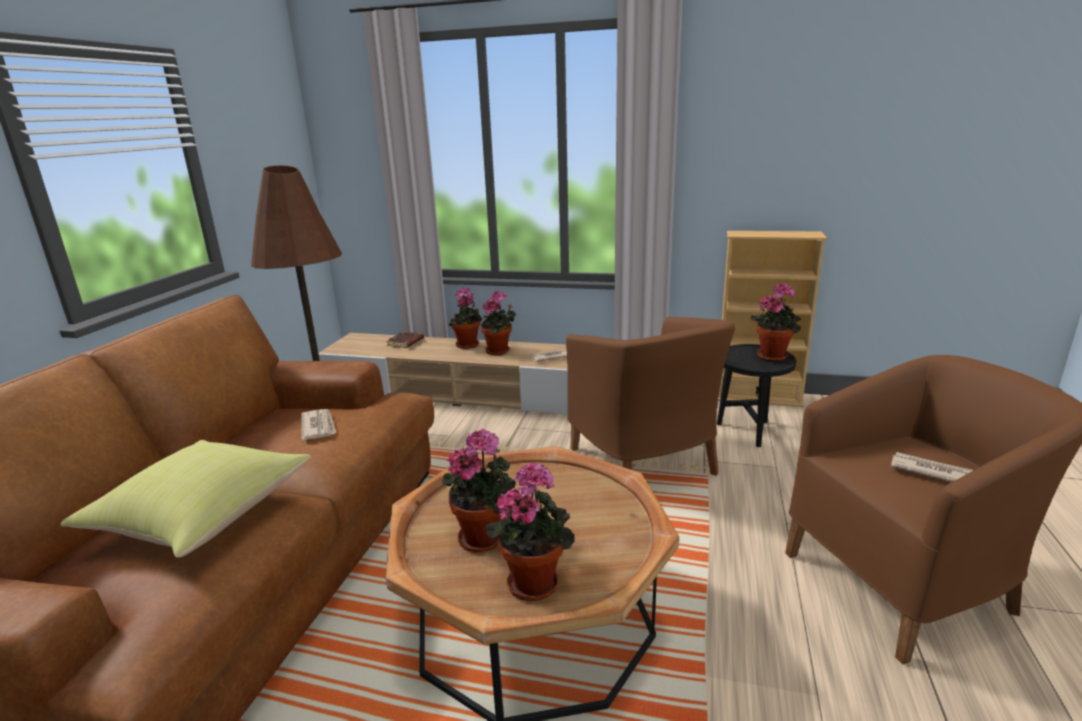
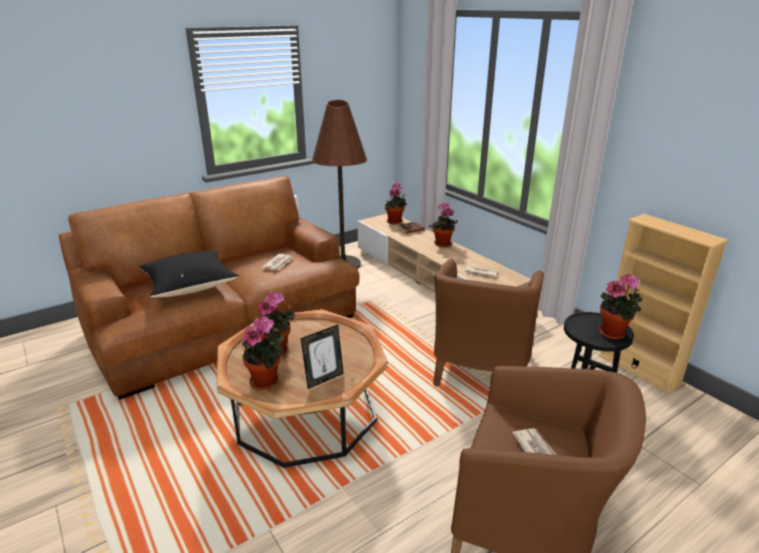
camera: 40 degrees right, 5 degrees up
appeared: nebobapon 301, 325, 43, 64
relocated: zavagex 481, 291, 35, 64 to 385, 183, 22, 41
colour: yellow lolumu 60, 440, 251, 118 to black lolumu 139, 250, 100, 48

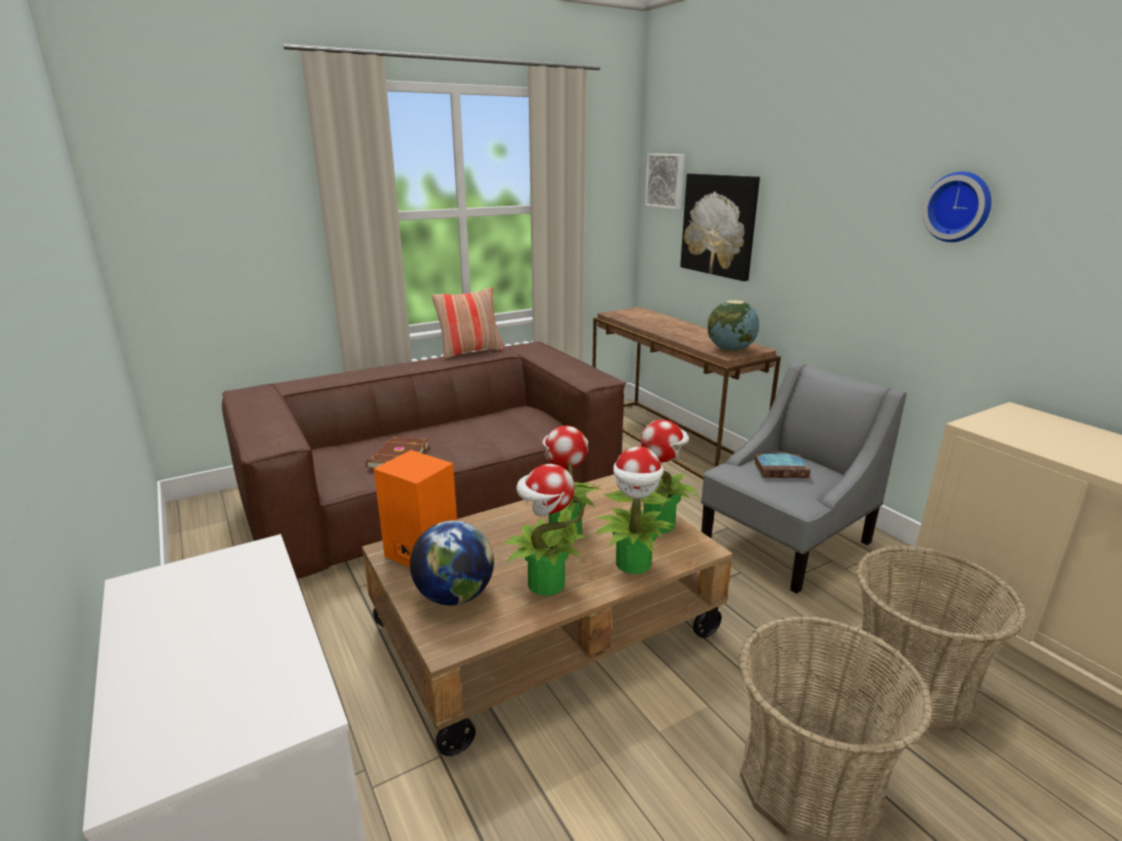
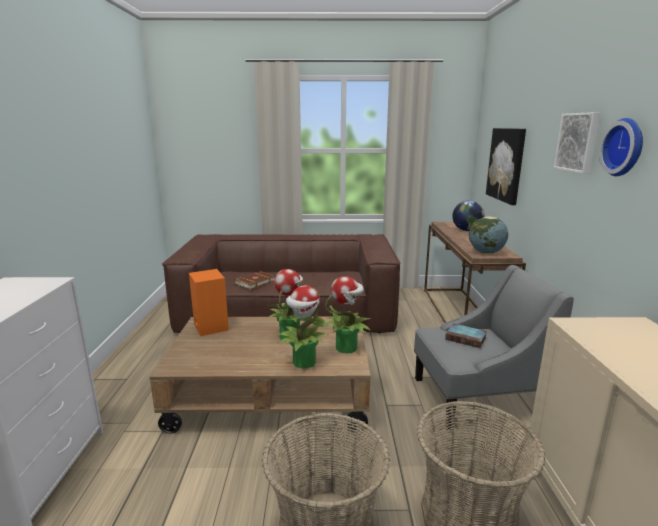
camera: 30 degrees right, 5 degrees down
missing: lolumu 432, 287, 72, 72; zavagex 502, 464, 84, 132
relocated: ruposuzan 410, 521, 84, 84 to 452, 200, 32, 31; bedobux 645, 154, 40, 55 to 554, 112, 47, 62

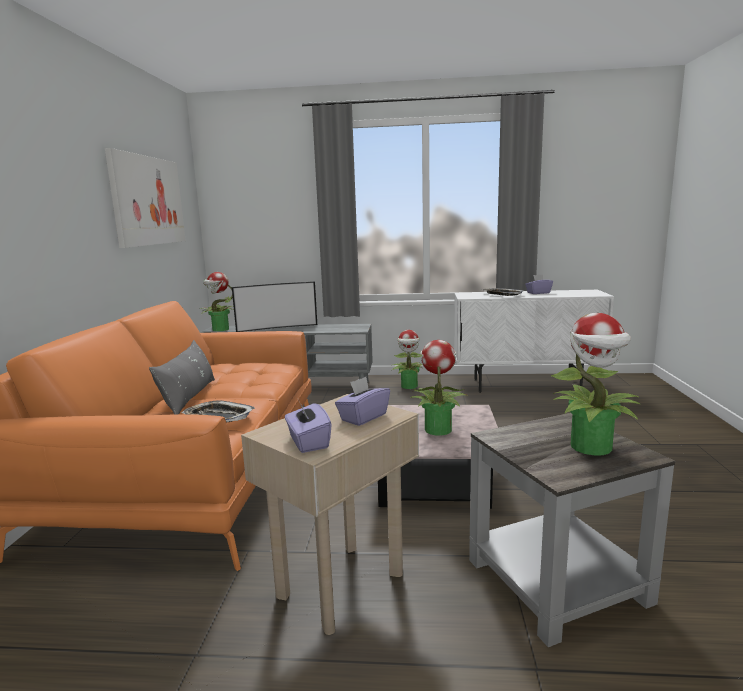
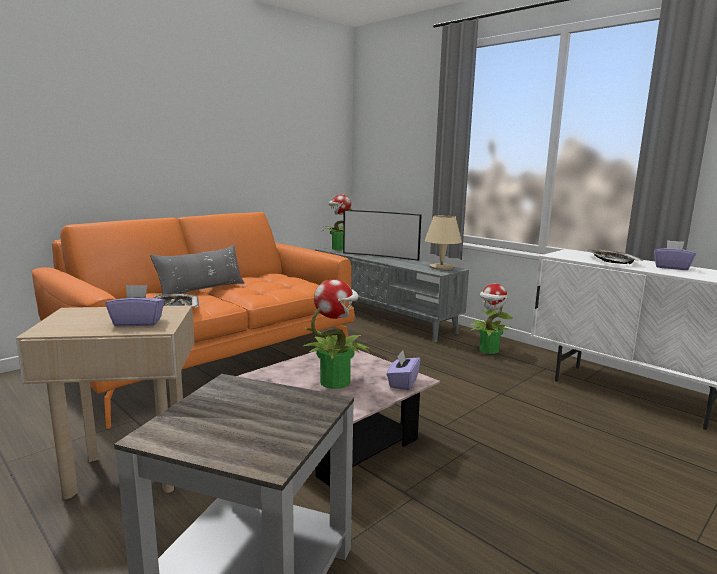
camera: 40 degrees right, 0 degrees up
missing: bedobux 105, 148, 81, 100; zavagex 551, 313, 90, 143
appeared: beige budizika 425, 215, 37, 55
relocated: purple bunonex 285, 403, 47, 50 to 386, 351, 34, 39

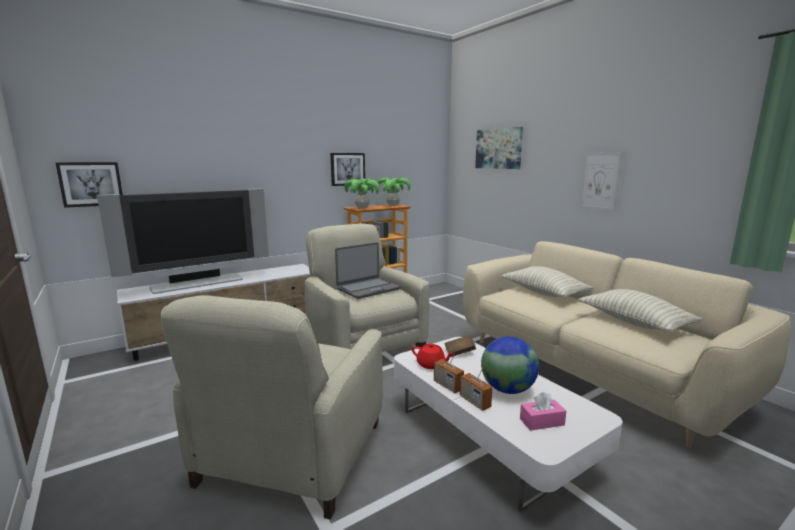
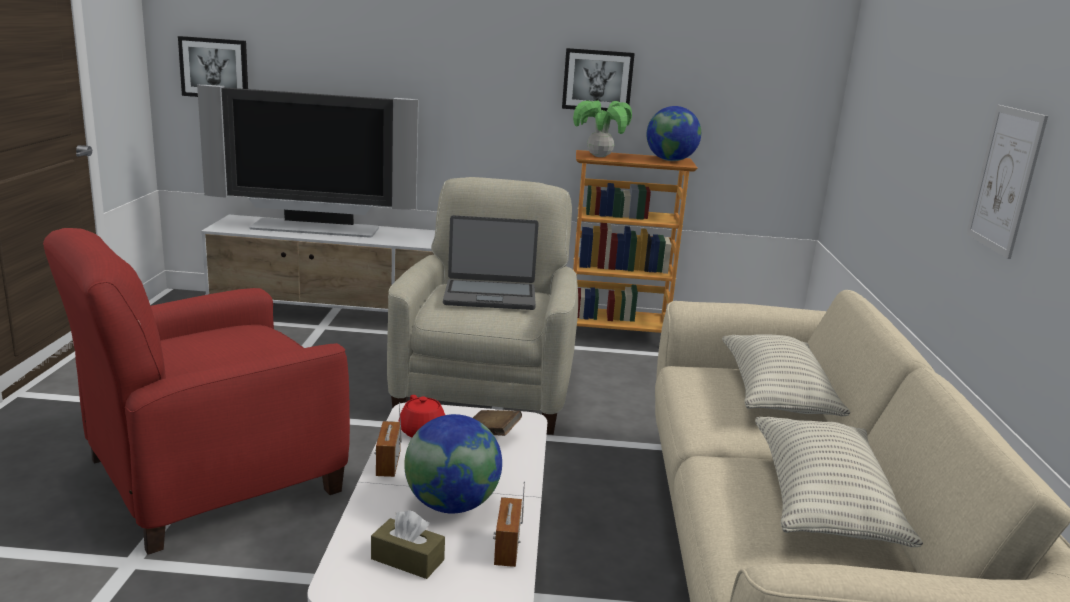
camera: 35 degrees right, 5 degrees up
missing: bedobux 475, 127, 48, 42
relocated: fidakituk 460, 359, 32, 52 to 493, 481, 32, 86
exchanged: zavagex 377, 178, 34, 28 to ruposuzan 646, 106, 55, 55
colour: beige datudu 161, 295, 222, 224 to red datudu 43, 228, 307, 327; pink bunonex 520, 392, 46, 39 to brown bunonex 371, 510, 74, 69

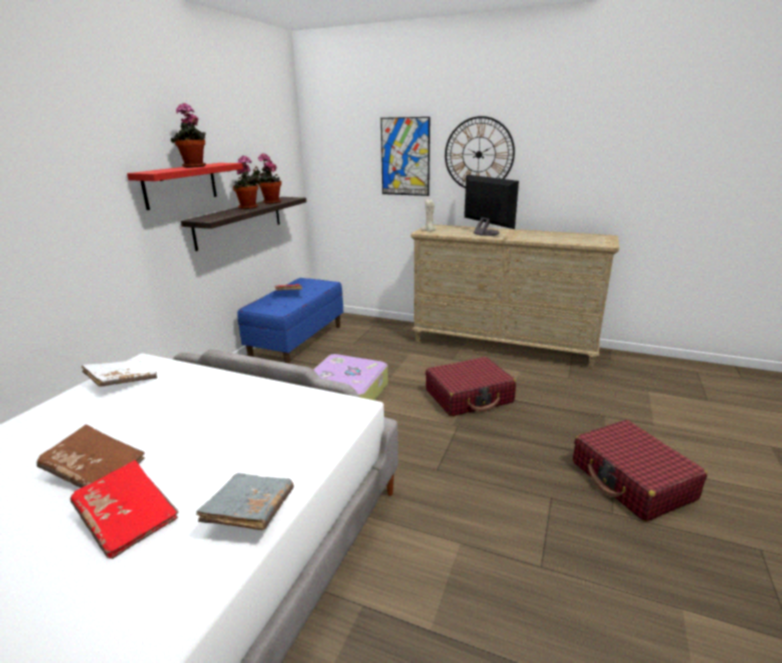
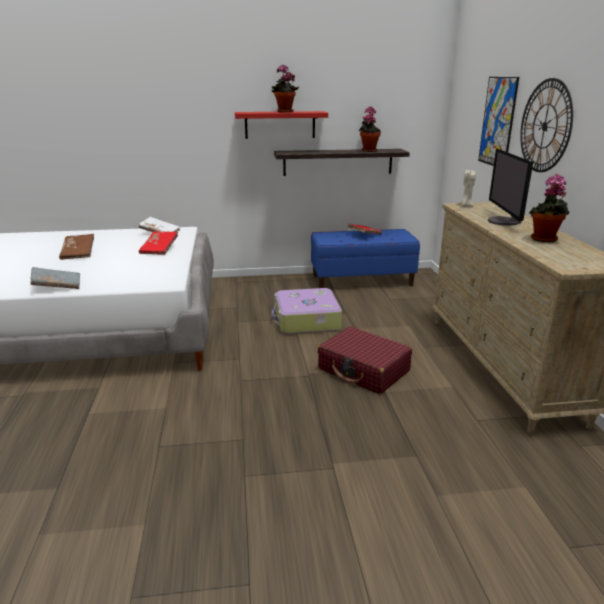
camera: 60 degrees right, 0 degrees up
missing: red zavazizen 573, 420, 134, 102
relocated: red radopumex 70, 460, 108, 99 to 139, 231, 39, 24; zavagex 233, 156, 27, 53 to 529, 174, 41, 68
spun: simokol 464, 175, 55, 61 = 488, 148, 45, 78 150 degrees clockwise

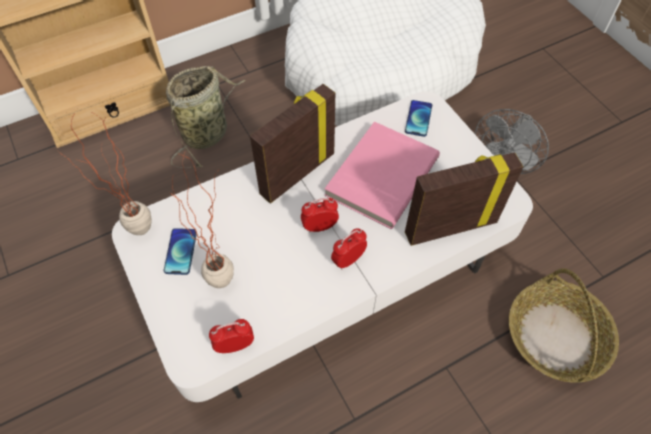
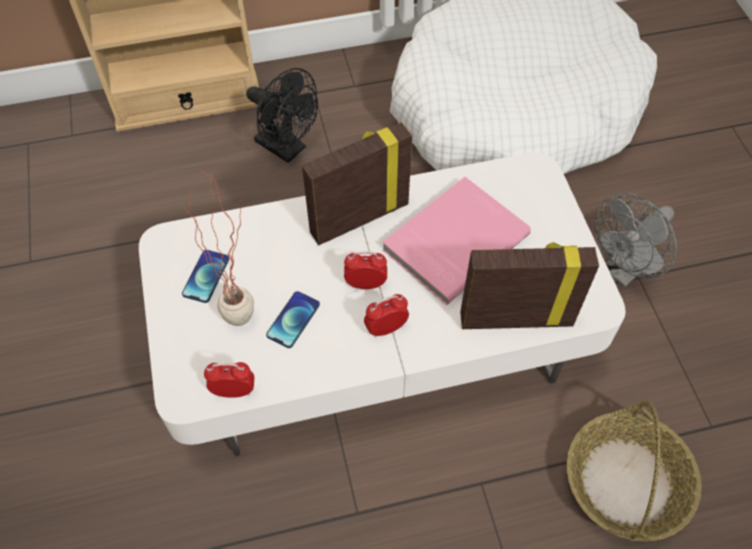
camera: 15 degrees right, 0 degrees up
missing: zavagex 58, 114, 94, 121
relocated: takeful 405, 100, 27, 37 to 266, 291, 54, 57
exchanged: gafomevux 166, 66, 80, 102 to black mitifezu 246, 68, 72, 95

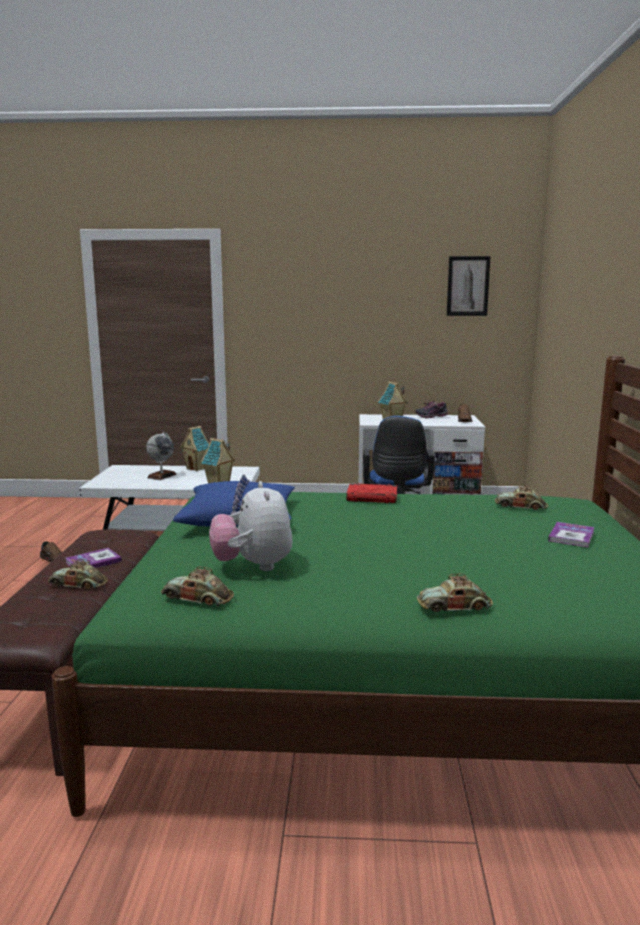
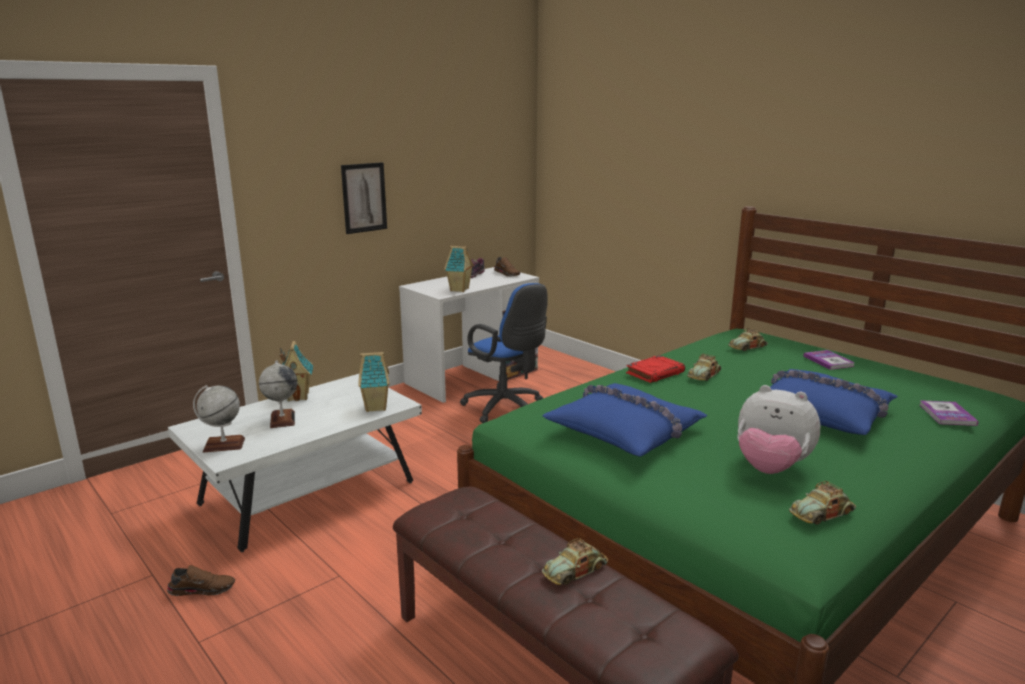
camera: 45 degrees left, 5 degrees up
appeared: ruposuzan 193, 385, 52, 68; blue lolumu 746, 369, 152, 66
relocated: radopumex 65, 548, 57, 20 to 920, 400, 59, 26; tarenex 417, 574, 76, 38 to 687, 354, 35, 27; bedobux 447, 256, 44, 60 to 341, 162, 46, 72

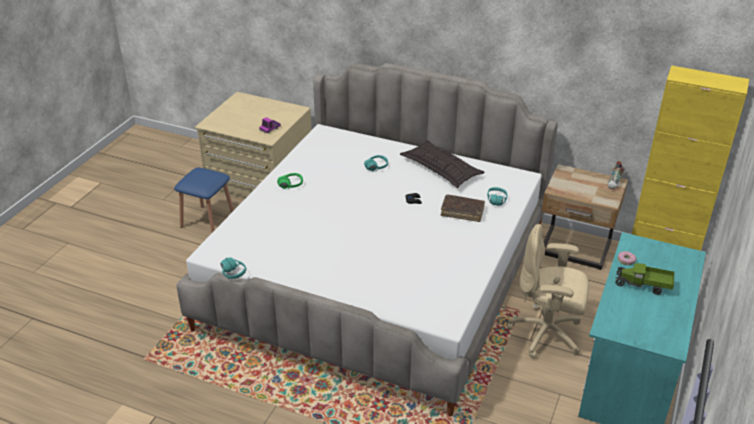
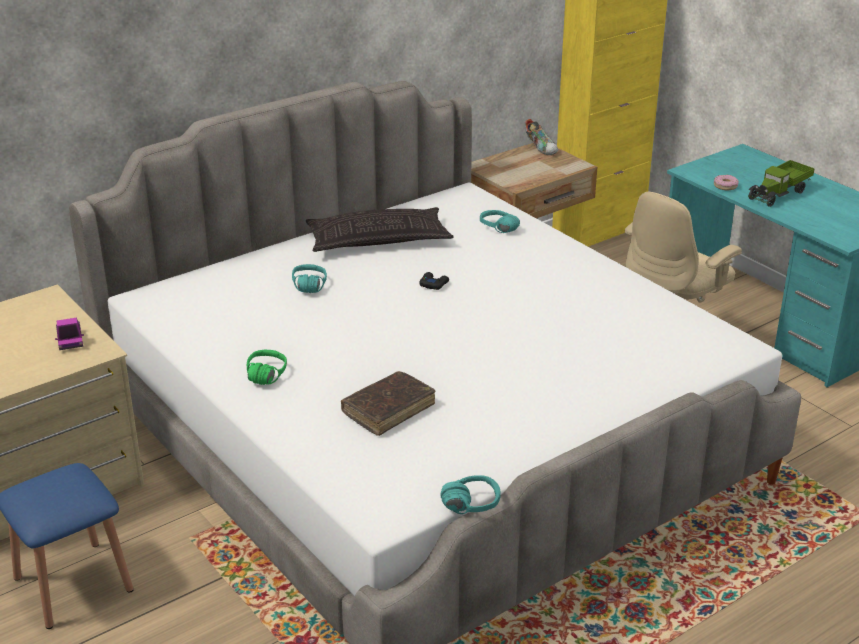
camera: 60 degrees left, 5 degrees down
relocated: brown radopumex 441, 194, 44, 28 to 341, 371, 95, 65

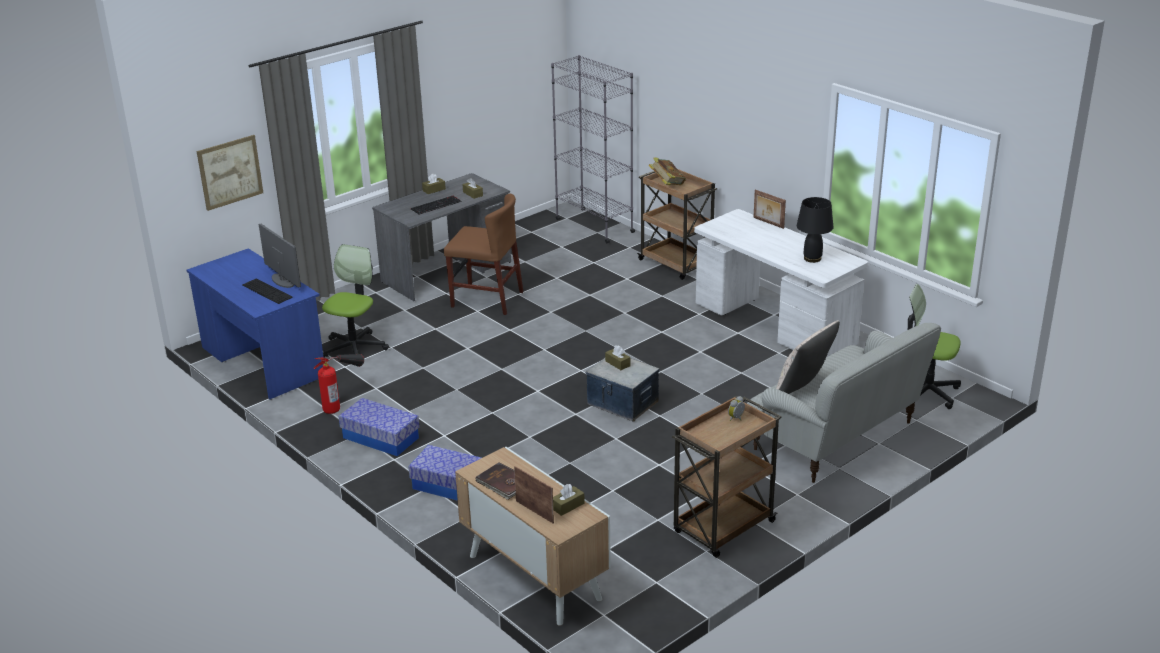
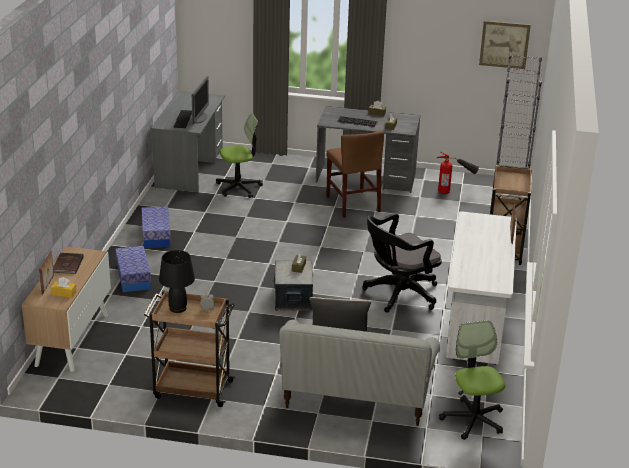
camera: 50 degrees right, 0 degrees up
missing: radopumex 648, 157, 38, 28
appeared: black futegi 362, 213, 80, 100
relocated: bedobux 197, 135, 66, 76 to 479, 21, 52, 48; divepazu 313, 354, 51, 60 to 437, 151, 42, 43; black budizika 797, 197, 36, 66 to 159, 250, 36, 63
colour: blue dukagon 186, 248, 138, 152 to grey dukagon 151, 91, 74, 102; brown bunonex 553, 484, 32, 32 to yellow bunonex 51, 277, 26, 21

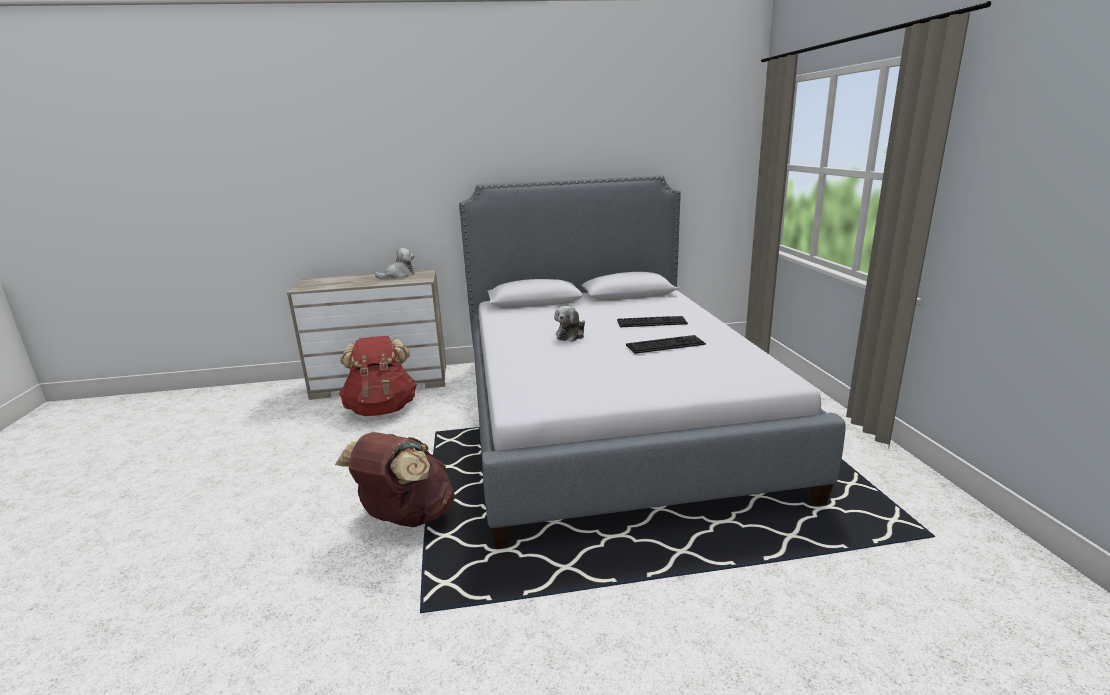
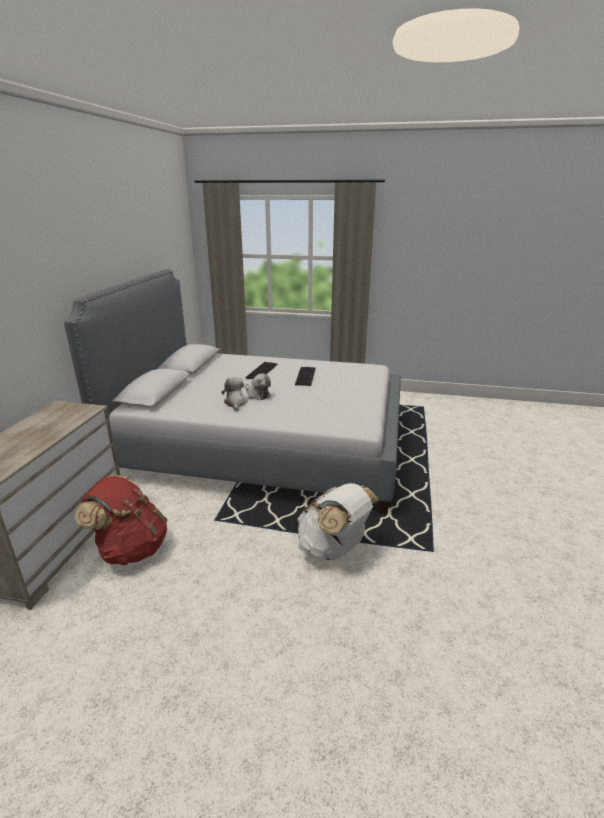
camera: 70 degrees left, 5 degrees up
relocated: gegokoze 375, 248, 40, 30 to 221, 377, 27, 34
colour: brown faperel 335, 432, 120, 95 to white faperel 297, 483, 82, 78

